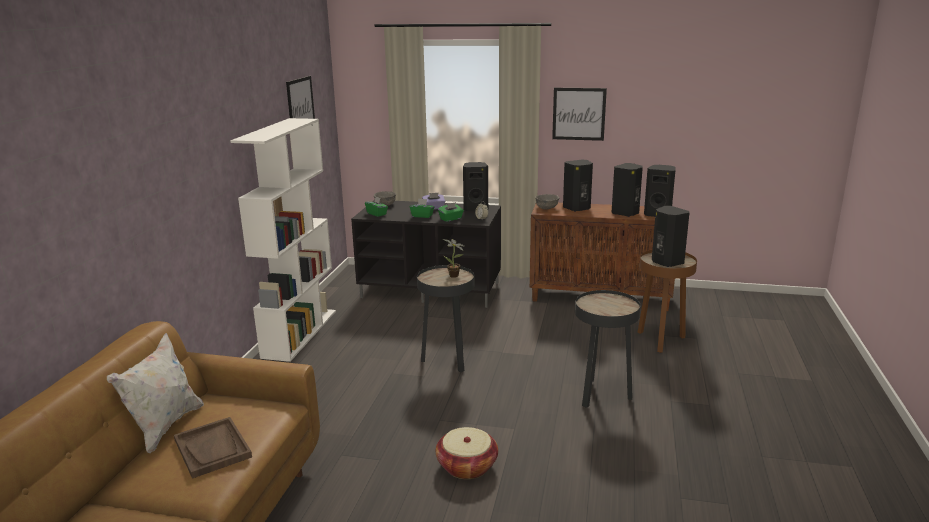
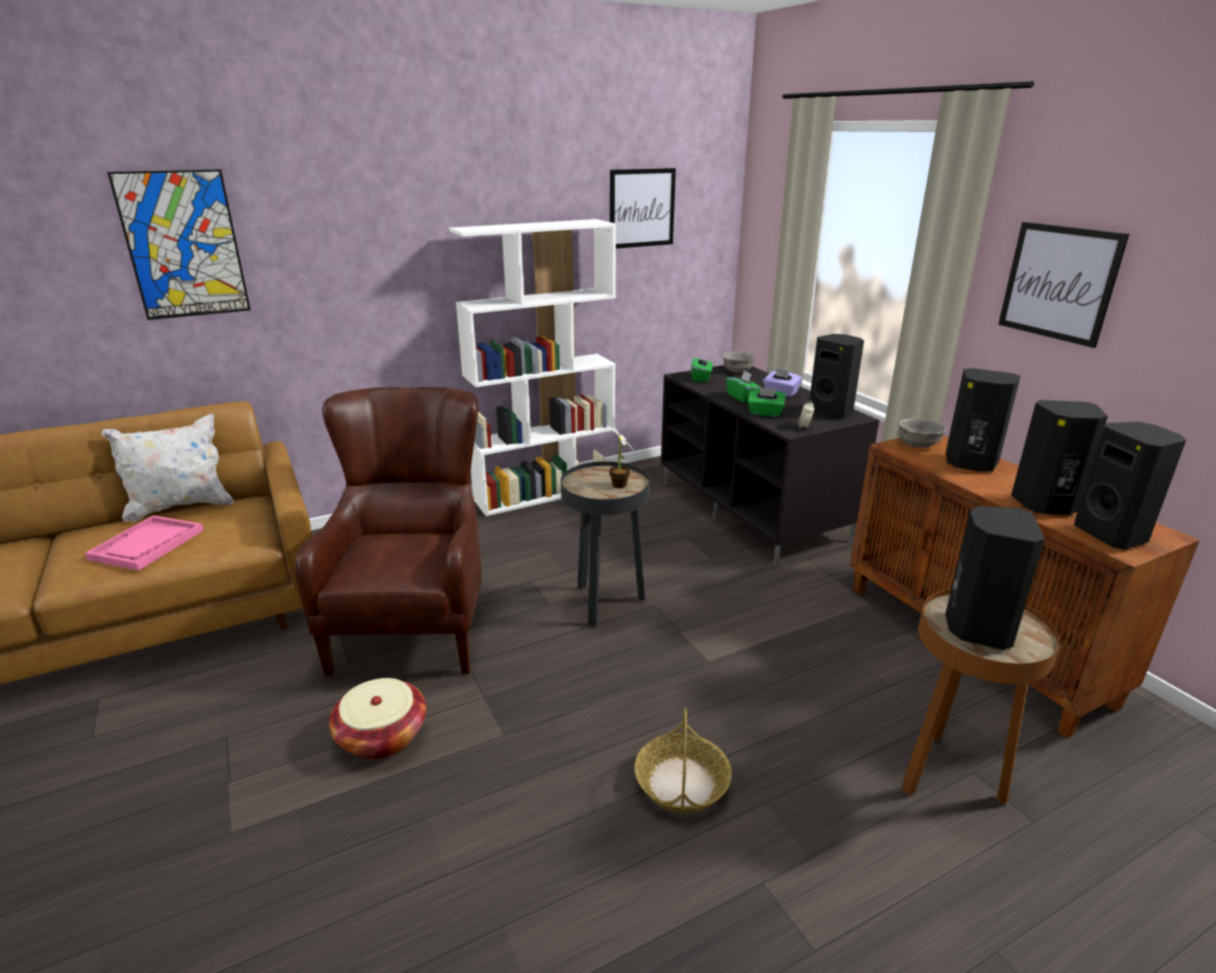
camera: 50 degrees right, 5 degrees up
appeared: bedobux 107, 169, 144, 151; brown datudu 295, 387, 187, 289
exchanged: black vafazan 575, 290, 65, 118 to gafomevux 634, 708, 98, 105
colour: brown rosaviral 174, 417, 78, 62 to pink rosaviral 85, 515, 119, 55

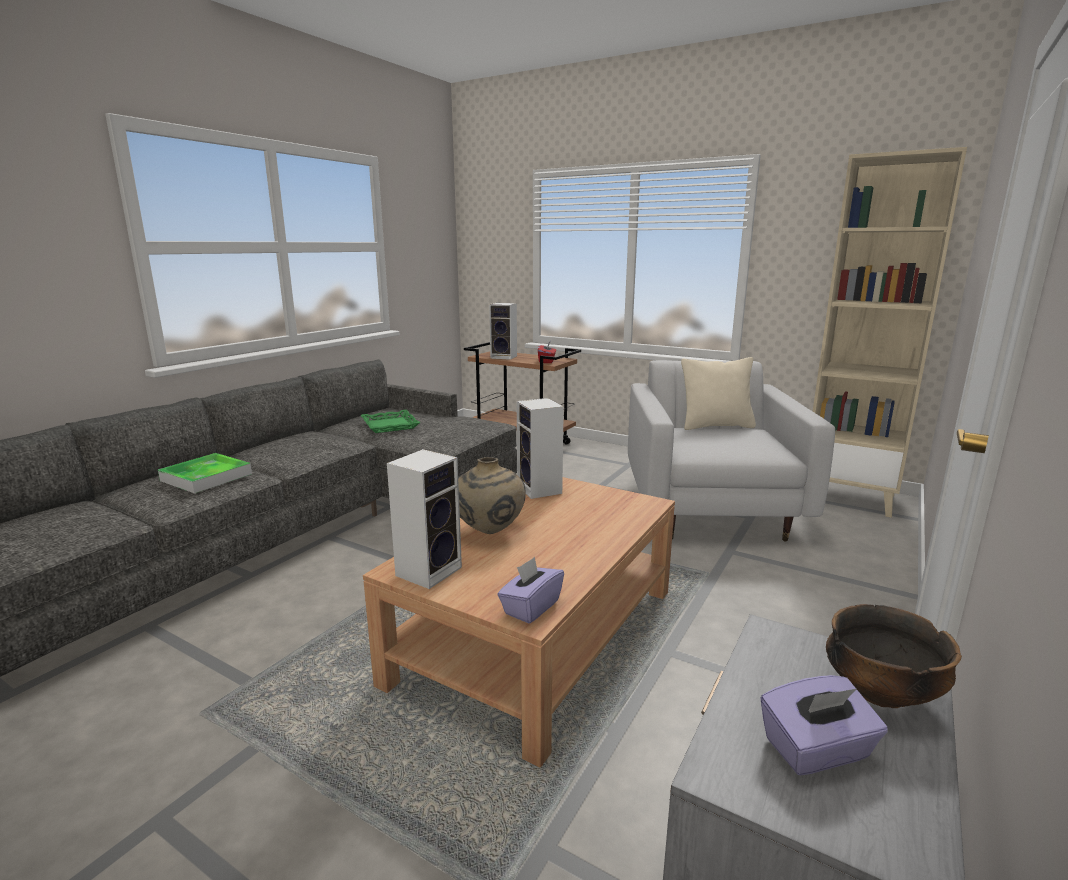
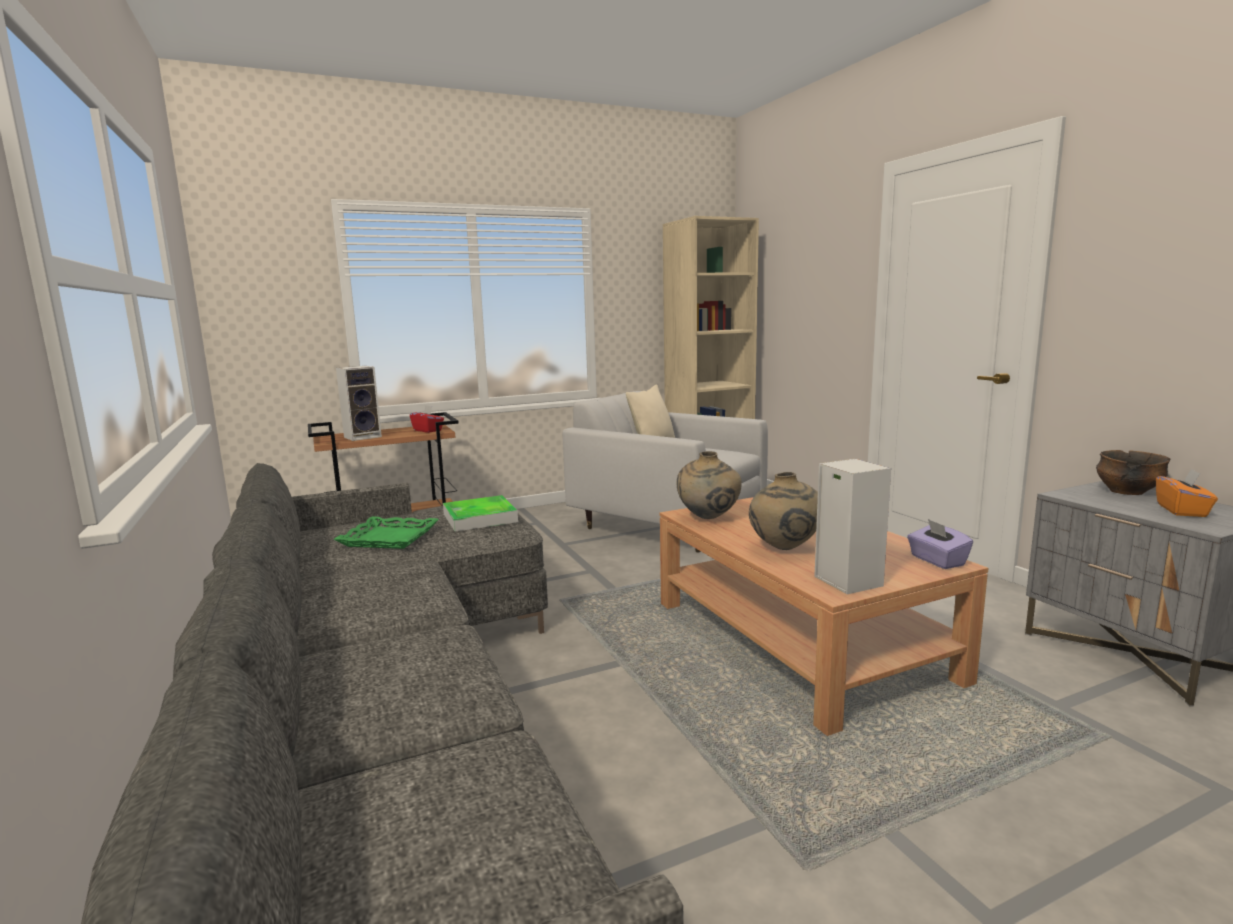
camera: 55 degrees left, 5 degrees down
relocated: rosaviral 158, 453, 94, 40 to 443, 495, 75, 37
exchanged: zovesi 517, 398, 47, 101 to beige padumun 676, 451, 66, 68
colour: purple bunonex 760, 675, 128, 101 to orange bunonex 1156, 469, 62, 48

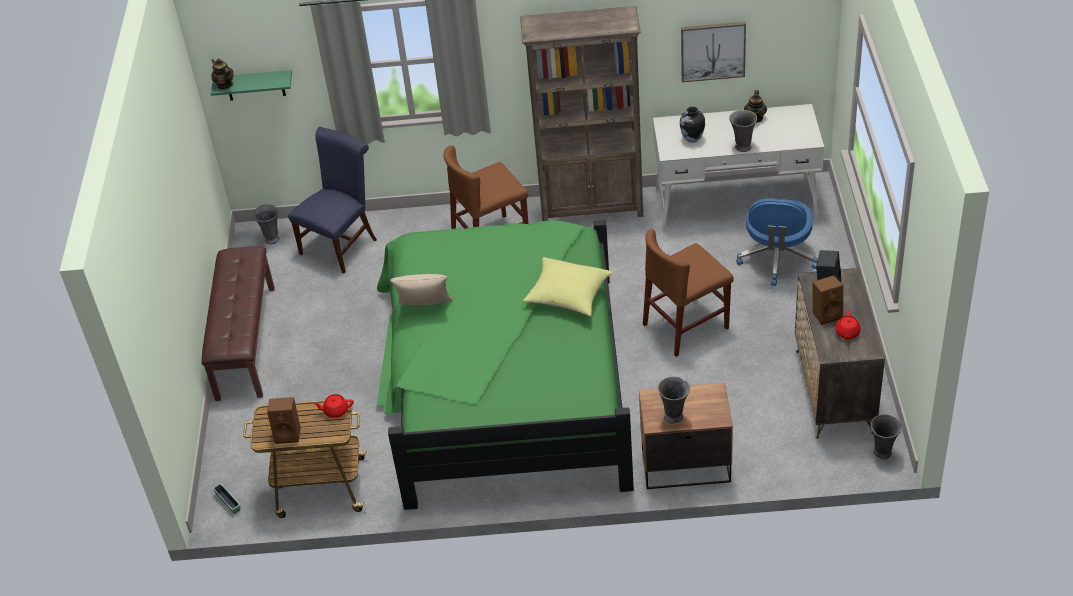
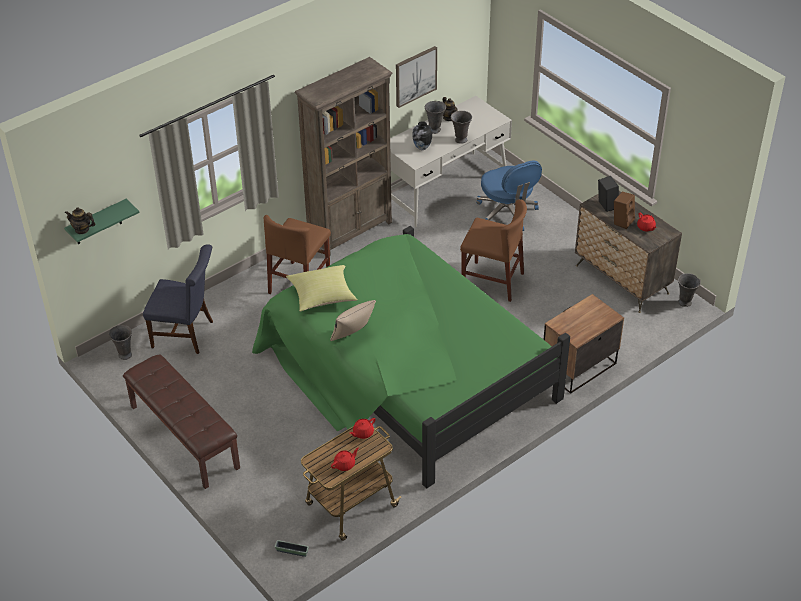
camera: 40 degrees left, 0 degrees up
relocated: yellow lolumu 522, 257, 91, 59 to 286, 265, 72, 47; grey padumun 658, 376, 32, 48 to 425, 101, 21, 33
exchanged: brown zovesi 267, 397, 34, 47 to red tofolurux 331, 447, 28, 24
spun: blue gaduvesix 288, 127, 89, 146 = 143, 244, 70, 110 105 degrees clockwise; brown gaduvesix 643, 230, 91, 127 = 460, 199, 67, 103 90 degrees counterclockwise

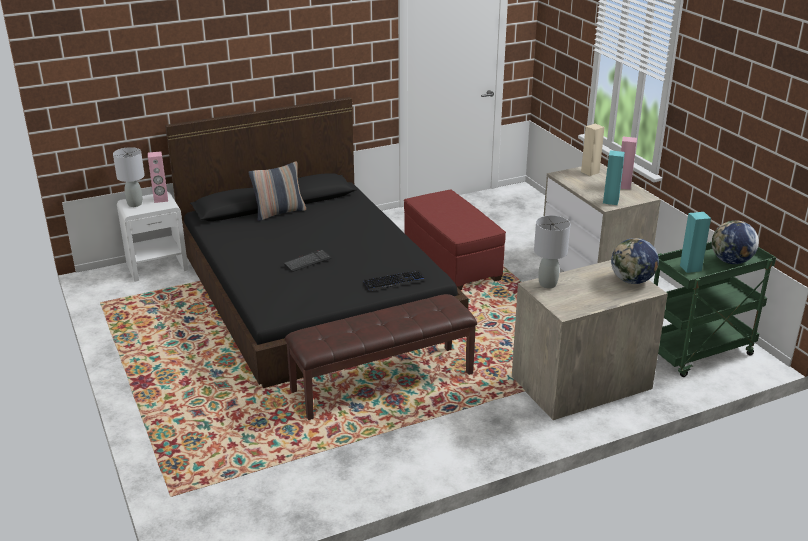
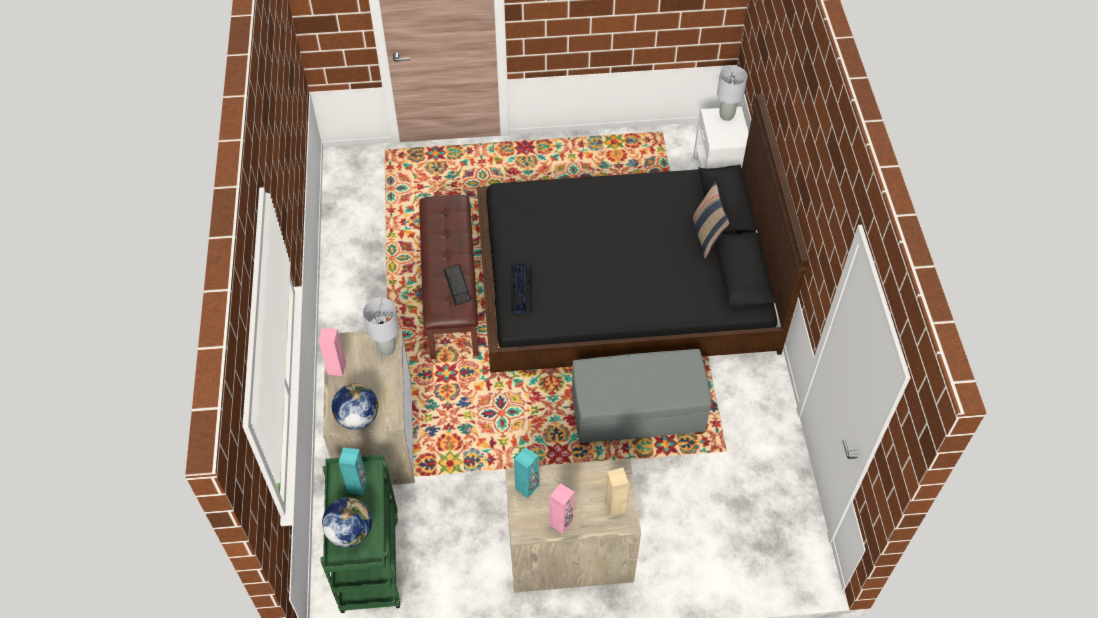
camera: 110 degrees right, 25 degrees up
relocated: pink zovesi 148, 151, 20, 52 to 319, 328, 27, 48; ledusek 283, 249, 48, 23 to 443, 264, 28, 42
colour: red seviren 404, 190, 102, 100 to grey seviren 572, 349, 140, 96

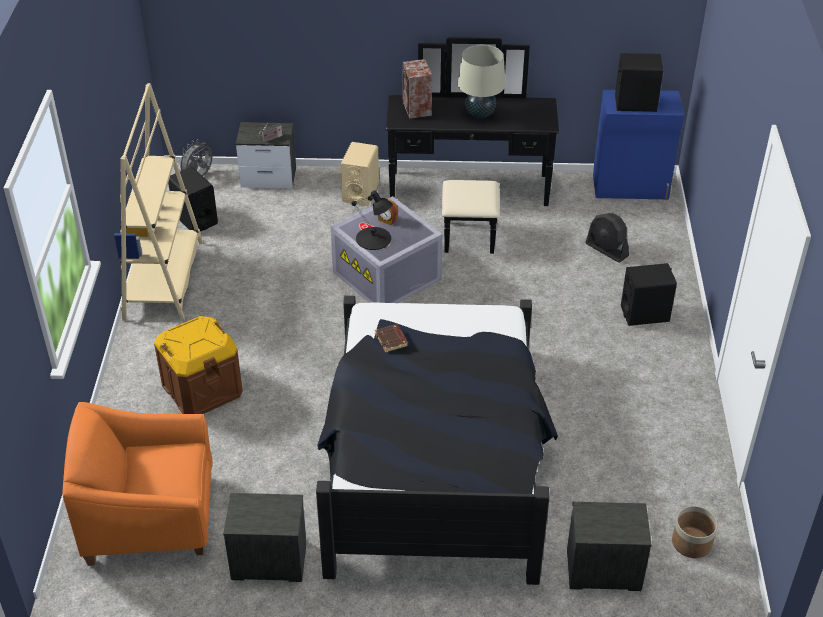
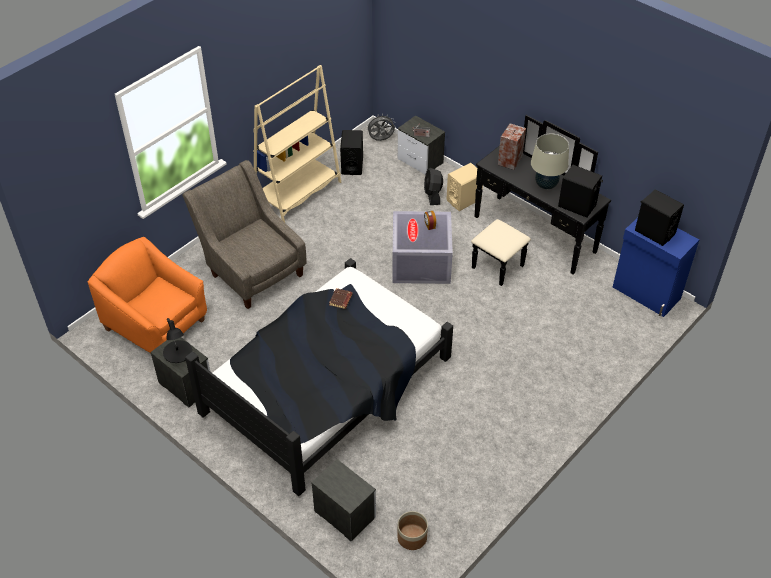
camera: 40 degrees right, 5 degrees up
relocated: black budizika 351, 190, 42, 60 to 163, 318, 29, 45; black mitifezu 585, 213, 44, 50 to 424, 168, 19, 37; black zovesi 621, 263, 56, 63 to 558, 165, 45, 53
exchanged: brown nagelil 154, 316, 89, 98 to grey datudu 182, 160, 125, 149

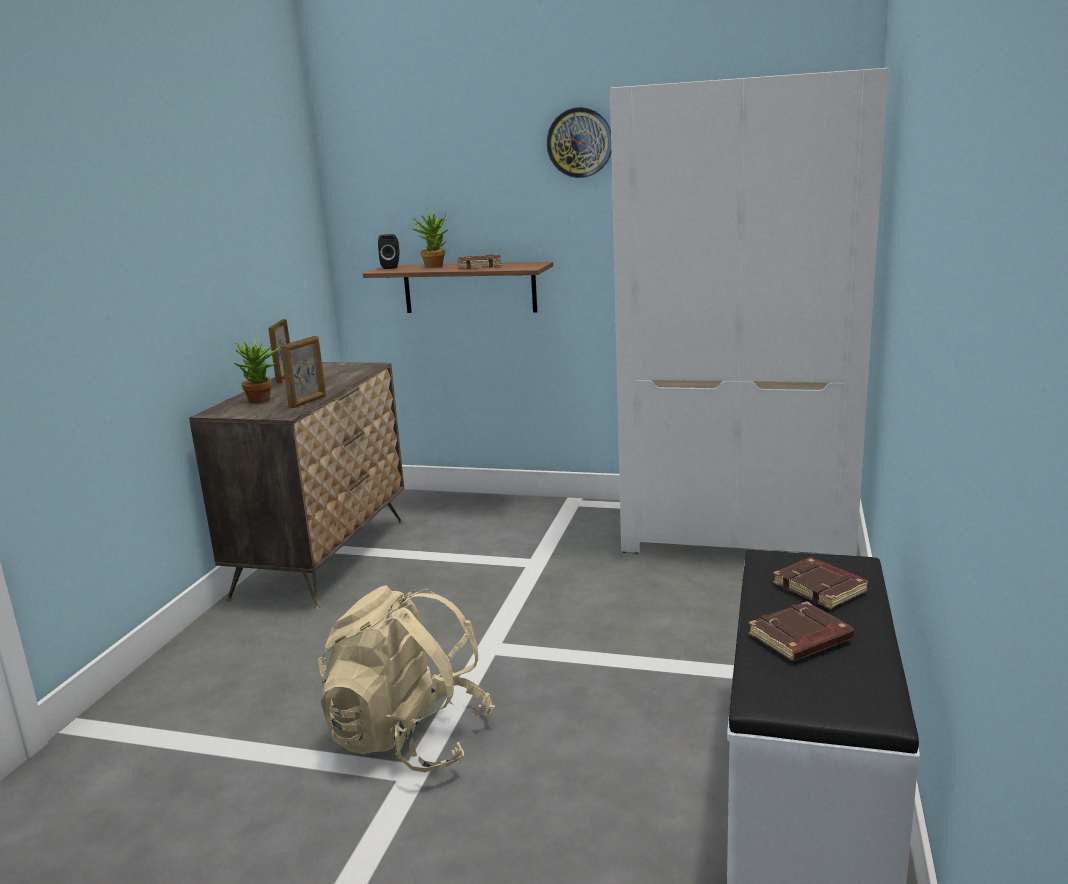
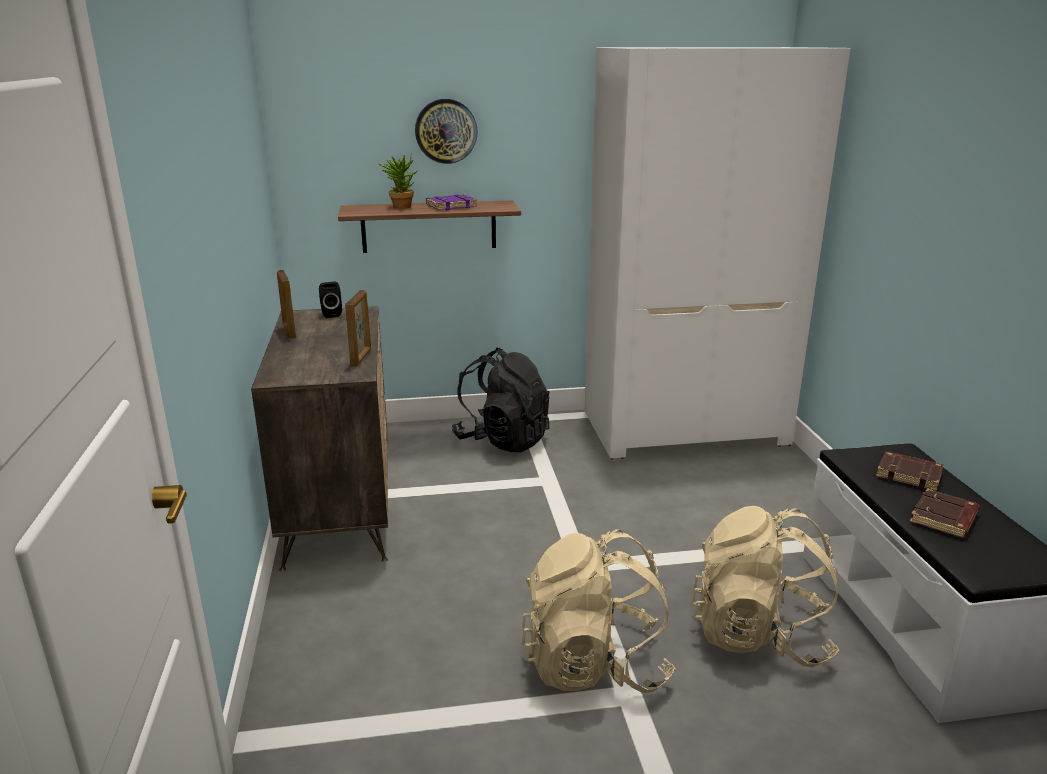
camera: 25 degrees left, 5 degrees up
missing: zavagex 234, 340, 47, 63
appeared: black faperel 452, 348, 97, 104; beige faperel 691, 506, 149, 161
relocated: black zovesi 378, 234, 21, 35 to 319, 282, 23, 36; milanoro 547, 107, 64, 71 to 415, 99, 63, 65
colour: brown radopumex 458, 254, 44, 15 to purple radopumex 426, 194, 51, 16

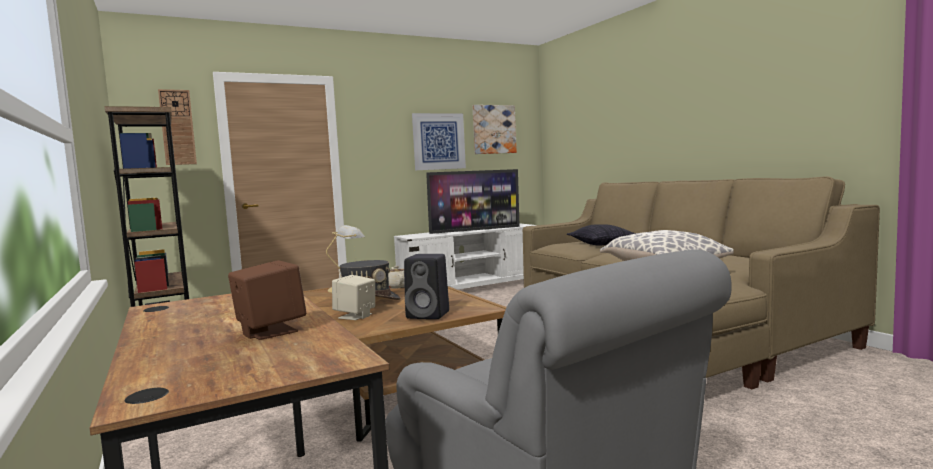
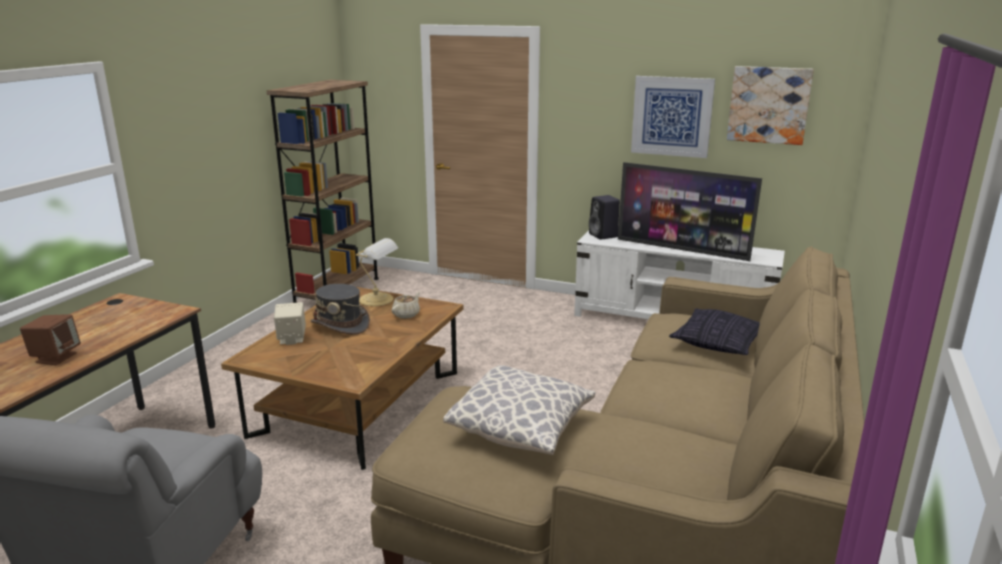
camera: 50 degrees right, 15 degrees up
missing: milanoro 158, 89, 39, 76
relocated: black zovesi 404, 254, 45, 65 to 589, 195, 31, 45

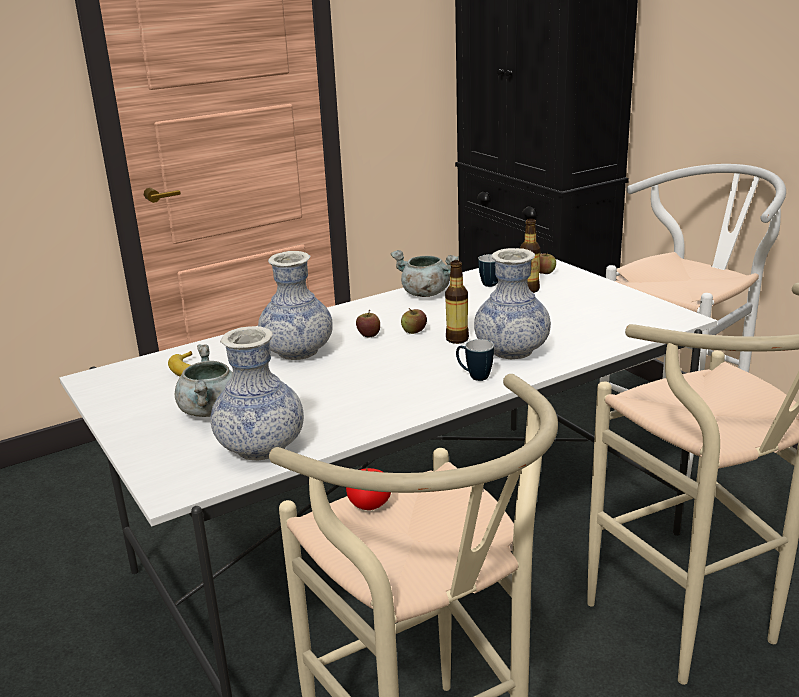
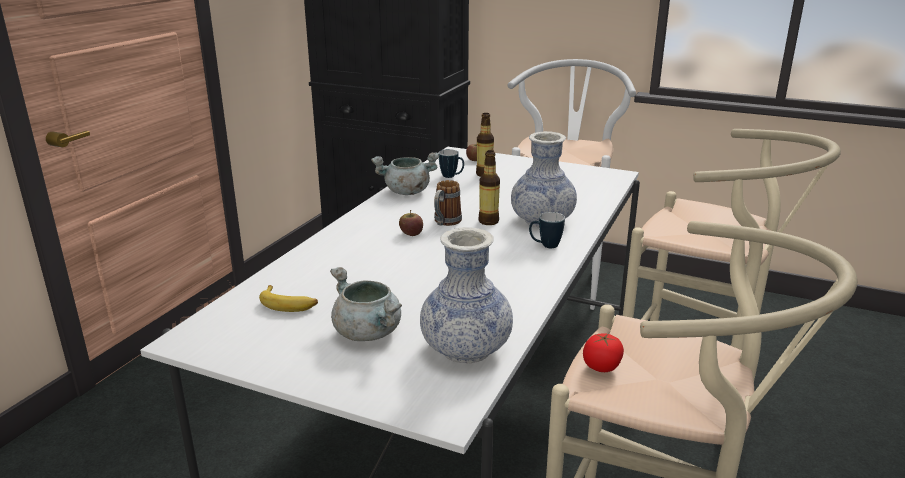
camera: 35 degrees left, 0 degrees up
missing: padumun 258, 251, 75, 109
exchanged: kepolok 401, 308, 26, 26 to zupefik 434, 180, 28, 46

